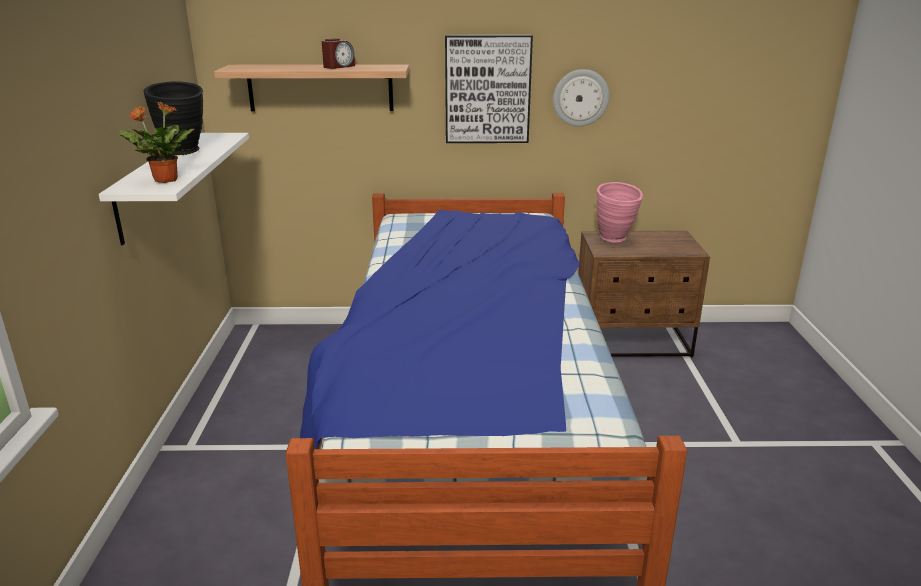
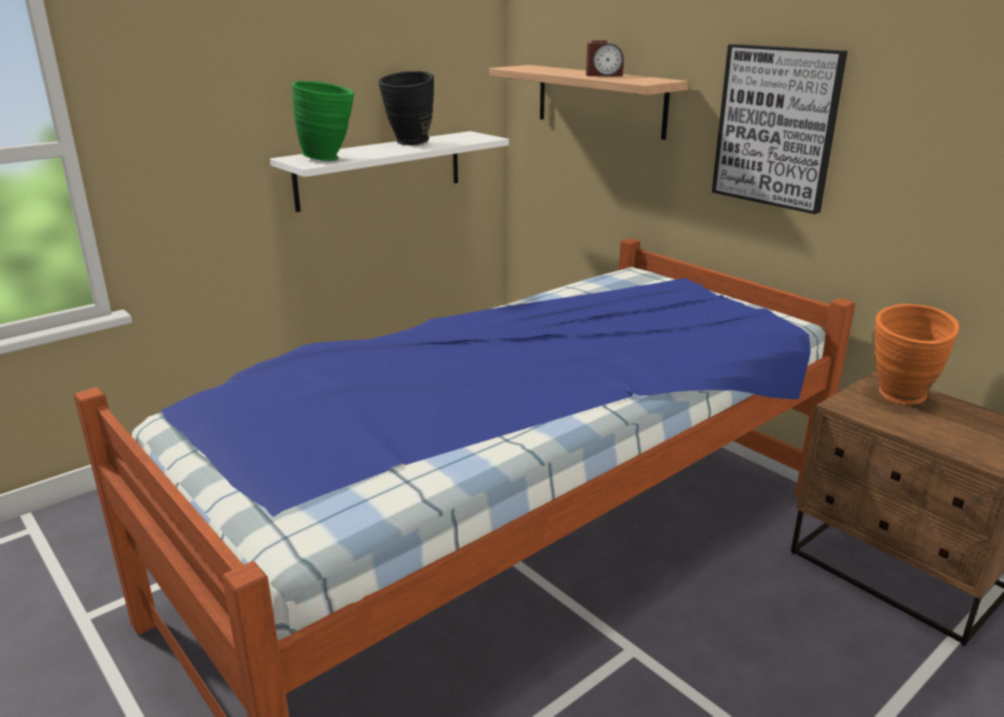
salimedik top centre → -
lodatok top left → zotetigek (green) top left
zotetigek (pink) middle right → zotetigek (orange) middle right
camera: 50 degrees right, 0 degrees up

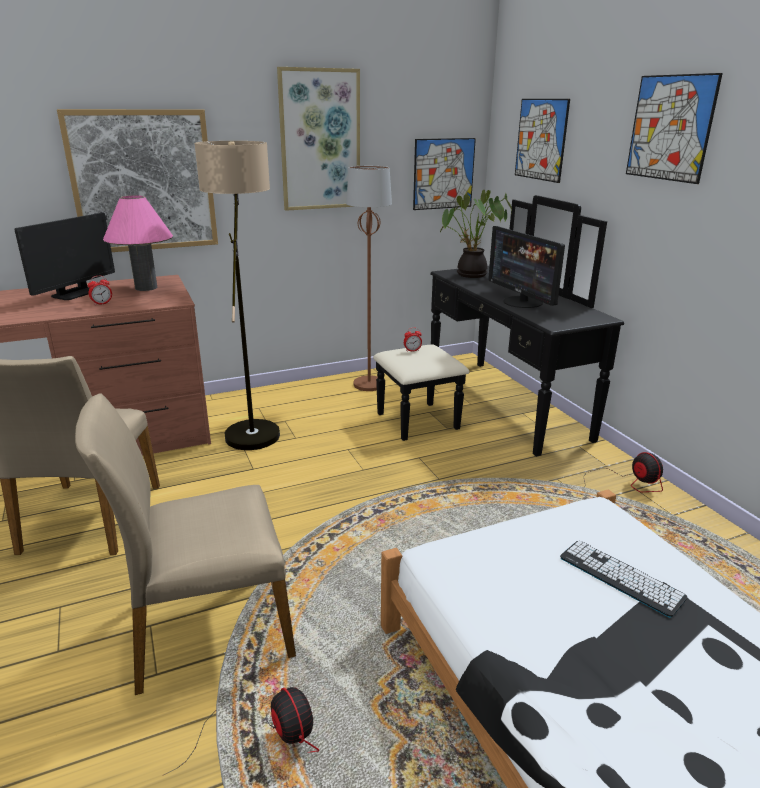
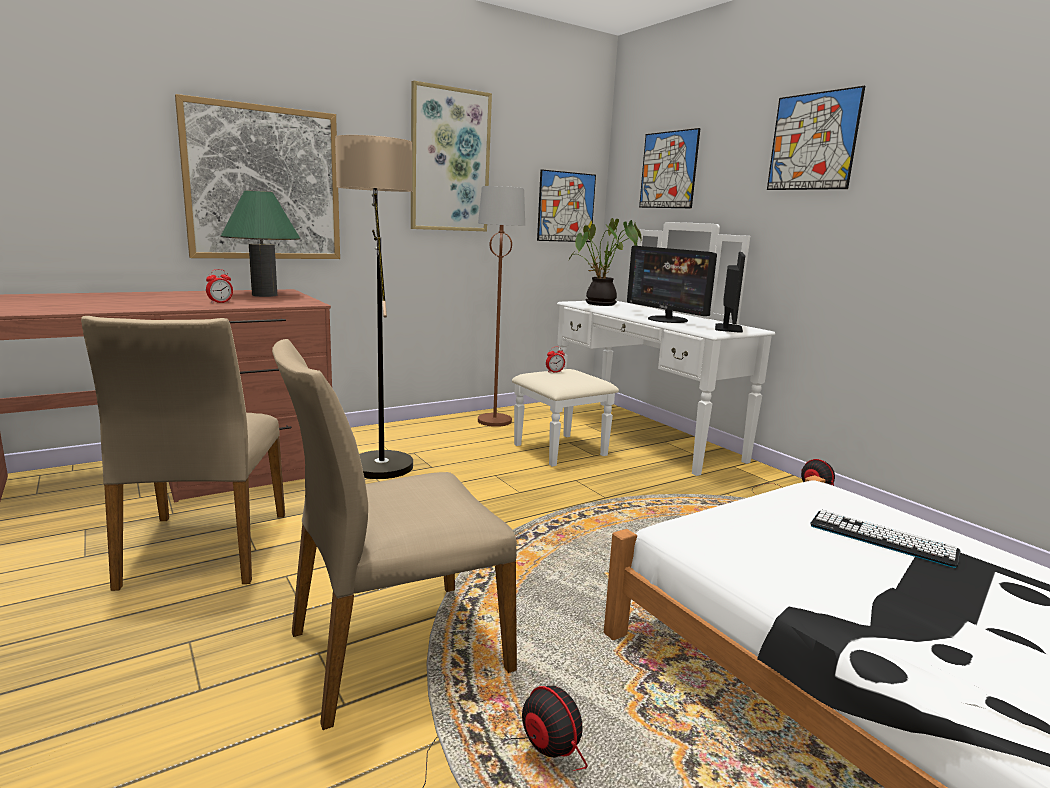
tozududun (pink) top left → tozududun (green) top left
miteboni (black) centre → miteboni (white) centre
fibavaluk (no. 1 from left in the first image) top left → fibavaluk (no. 2 from left) middle right, relocated
camera: 10 degrees left, 10 degrees down

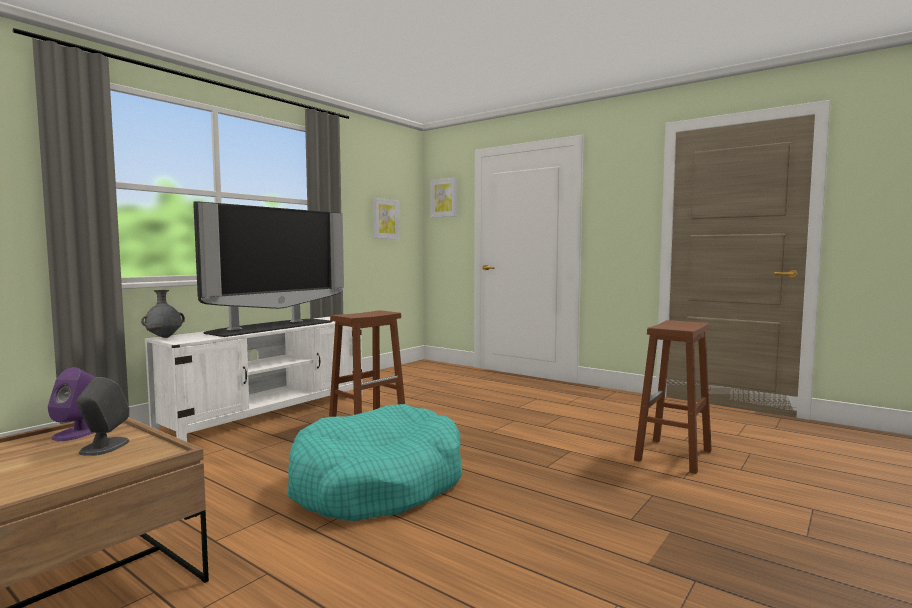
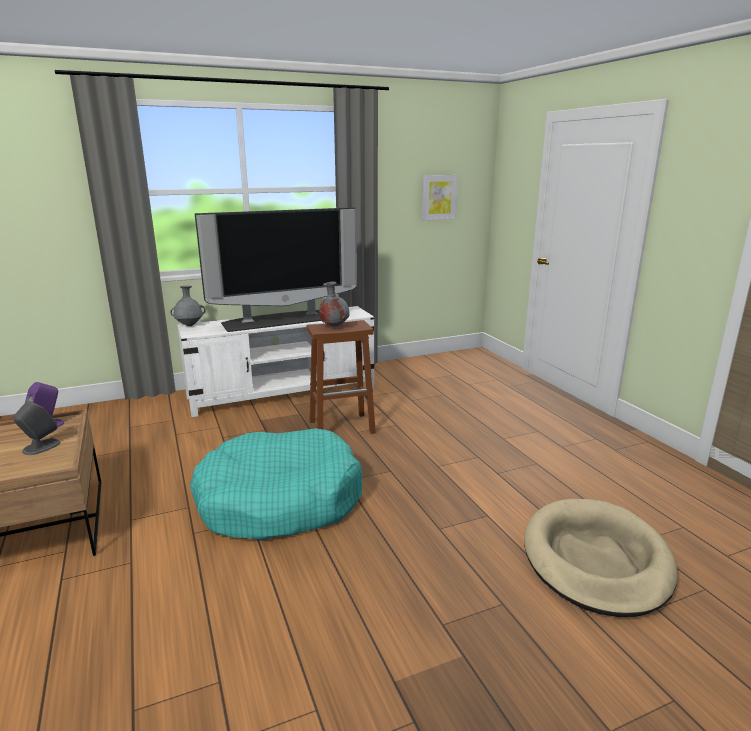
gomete (no. 2 from left) top centre → -
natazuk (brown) (no. 2 from left) middle right → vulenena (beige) bottom right
- → zotetigek (grey) (no. 2 from left) centre
camera: 30 degrees right, 15 degrees up

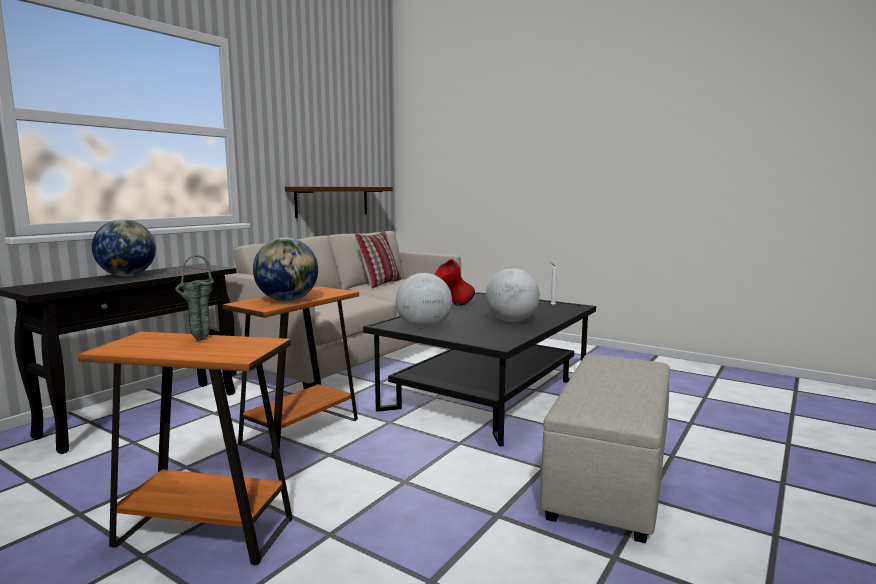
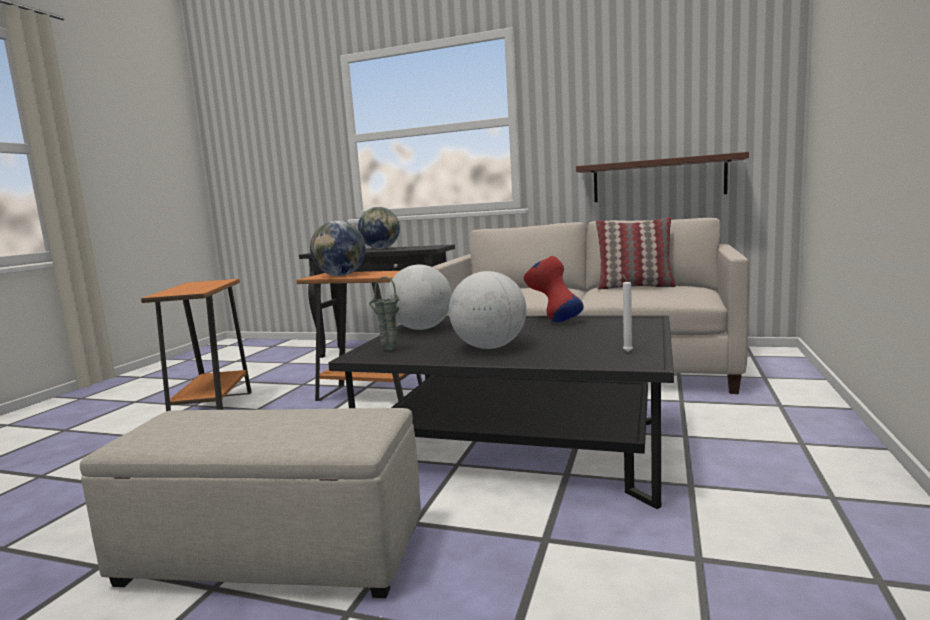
zotetigek (green) middle left → zotetigek (green) centre, relocated
camera: 75 degrees right, 0 degrees up

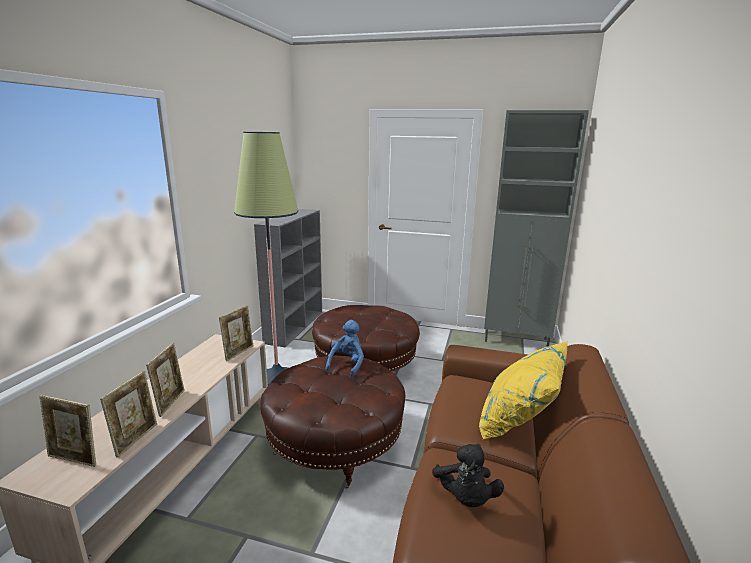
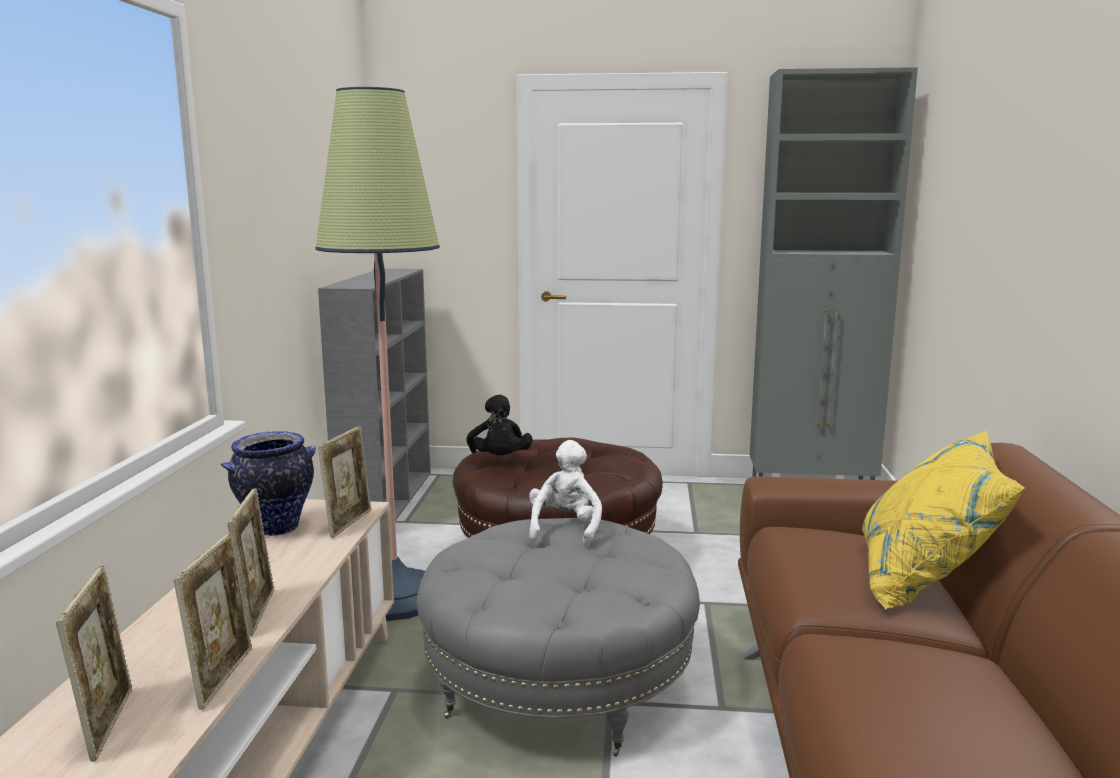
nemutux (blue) centre → nemutux (white) centre
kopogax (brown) (no. 1 from left) bottom centre → kopogax (grey) bottom centre
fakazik (no. 1 from left) bottom left, 105 degrees counterclockwise
nemutux (black) bottom centre → nemutux (black) centre, relocated
- → zotetigek middle left
camera: 10 degrees left, 5 degrees down

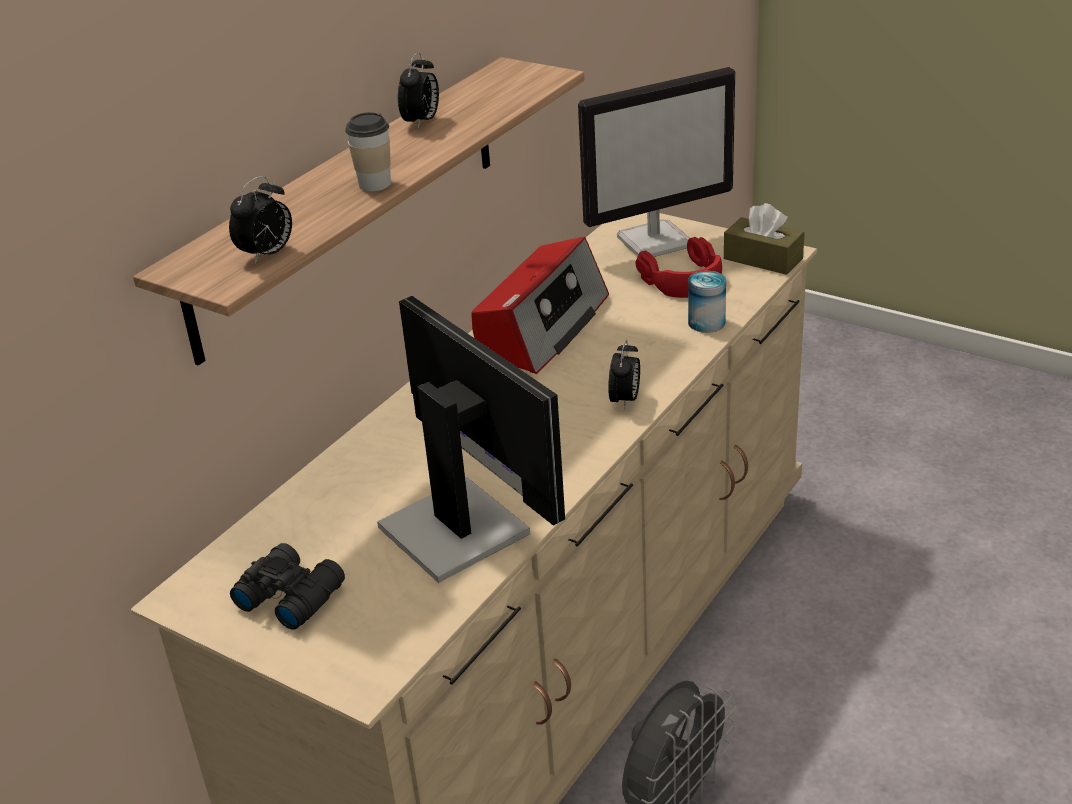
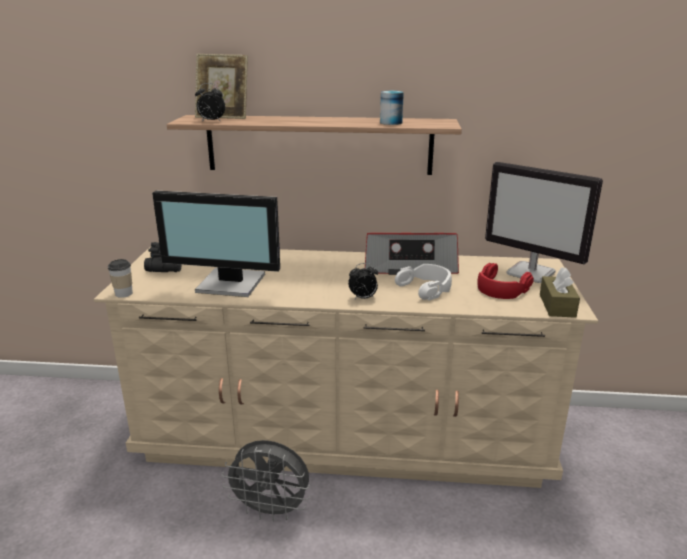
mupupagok (no. 2 from left) top centre → -
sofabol top centre → sofabol middle left, relocated
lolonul centre → lolonul top centre, relocated
fibavaluk (no. 1 from left) centre → fibavaluk (no. 1 from left) middle left, 75 degrees clockwise
- → fakazik top left
- → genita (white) centre
camera: 60 degrees right, 10 degrees down

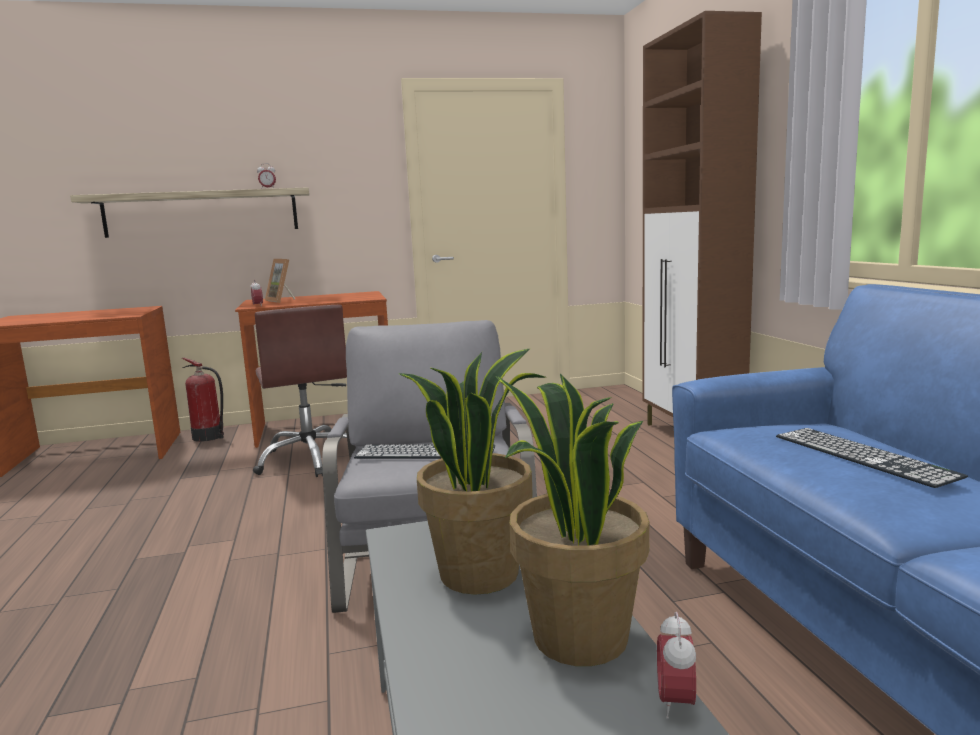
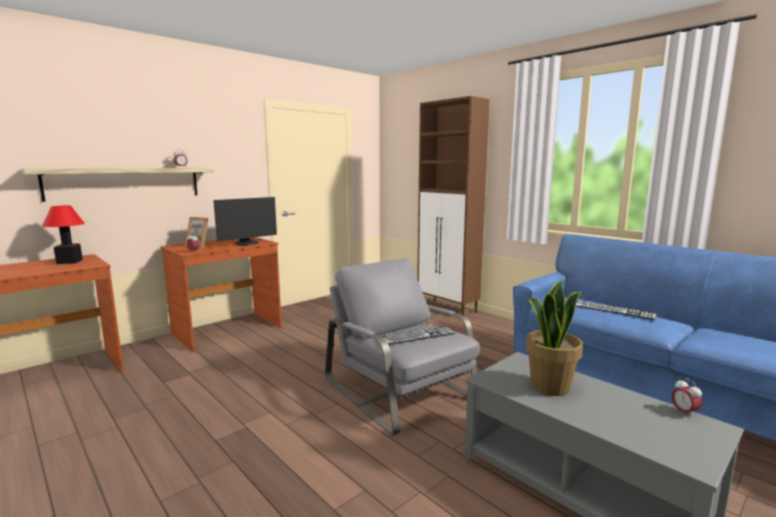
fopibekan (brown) middle left → -
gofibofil middle left → -
lodatok (no. 2 from left) bottom centre → -
- → fibavaluk middle left
- → tozududun middle left
camera: 30 degrees left, 0 degrees up

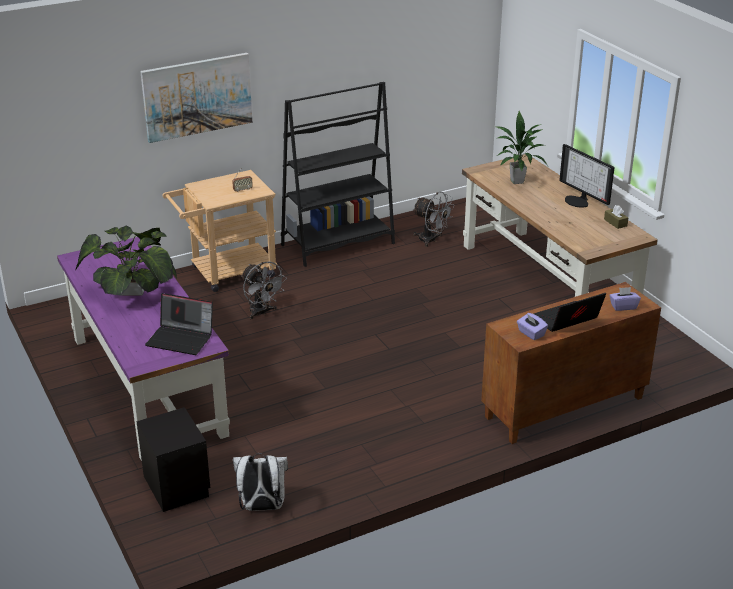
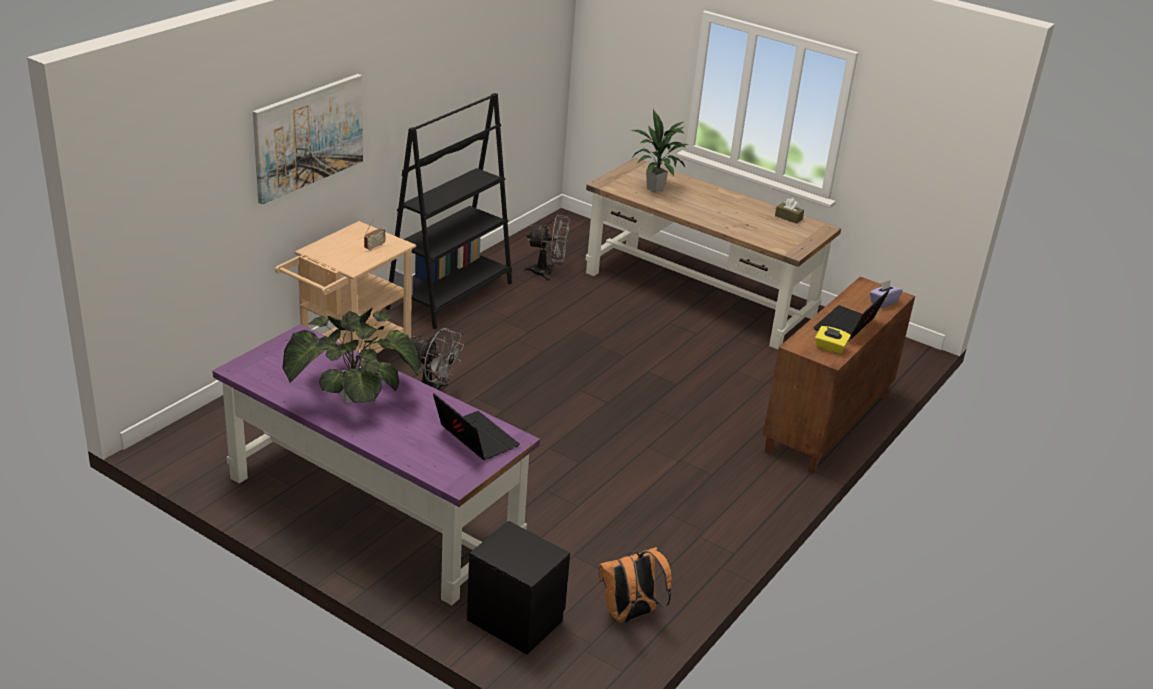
fibavaluk top right → -
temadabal (no. 1 from left) middle left → temadabal (no. 1 from left) centre, 120 degrees counterclockwise
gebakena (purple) (no. 1 from left) middle right → gebakena (yellow) middle right
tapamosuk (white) bottom centre → tapamosuk (orange) bottom centre
camera: 30 degrees left, 0 degrees up

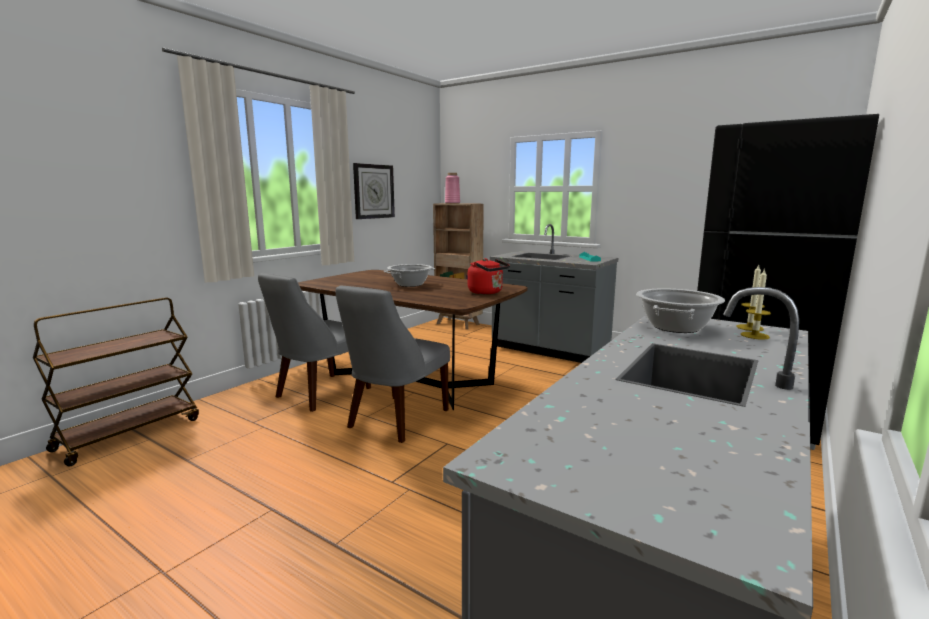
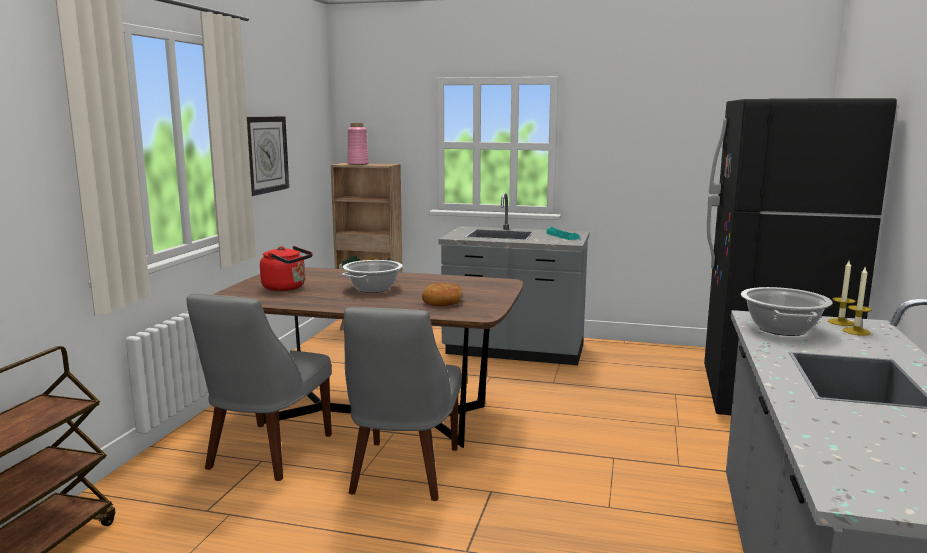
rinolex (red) centre → rinolex (red) middle left, relocated
- → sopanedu centre
camera: 20 degrees left, 0 degrees up

